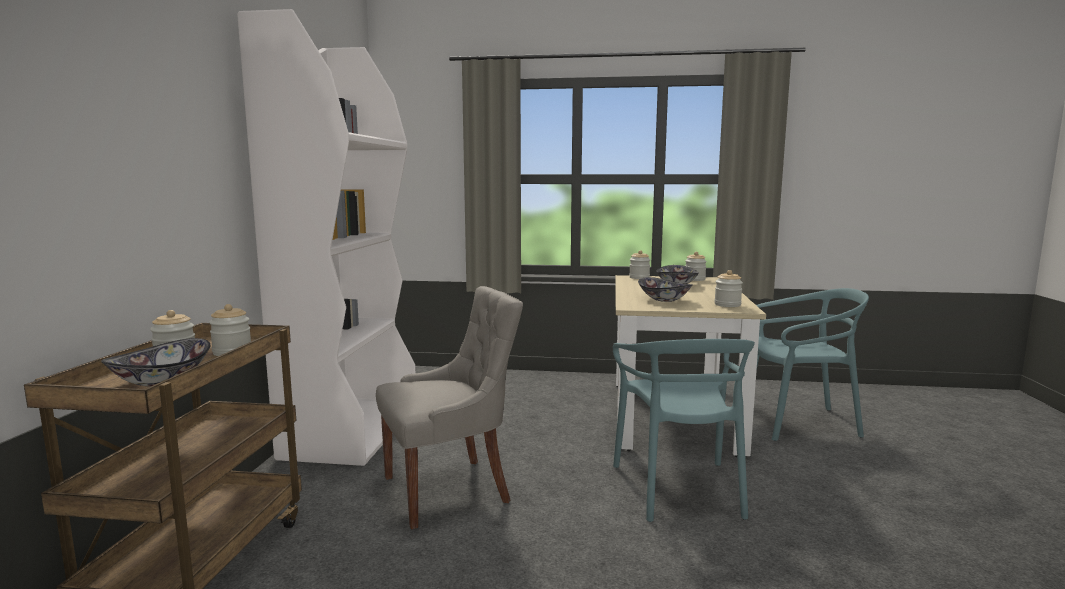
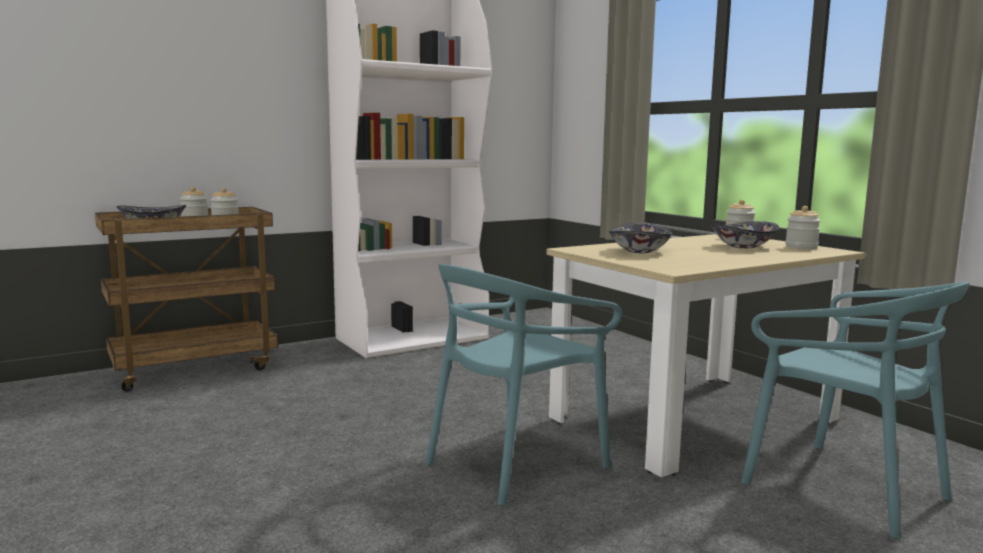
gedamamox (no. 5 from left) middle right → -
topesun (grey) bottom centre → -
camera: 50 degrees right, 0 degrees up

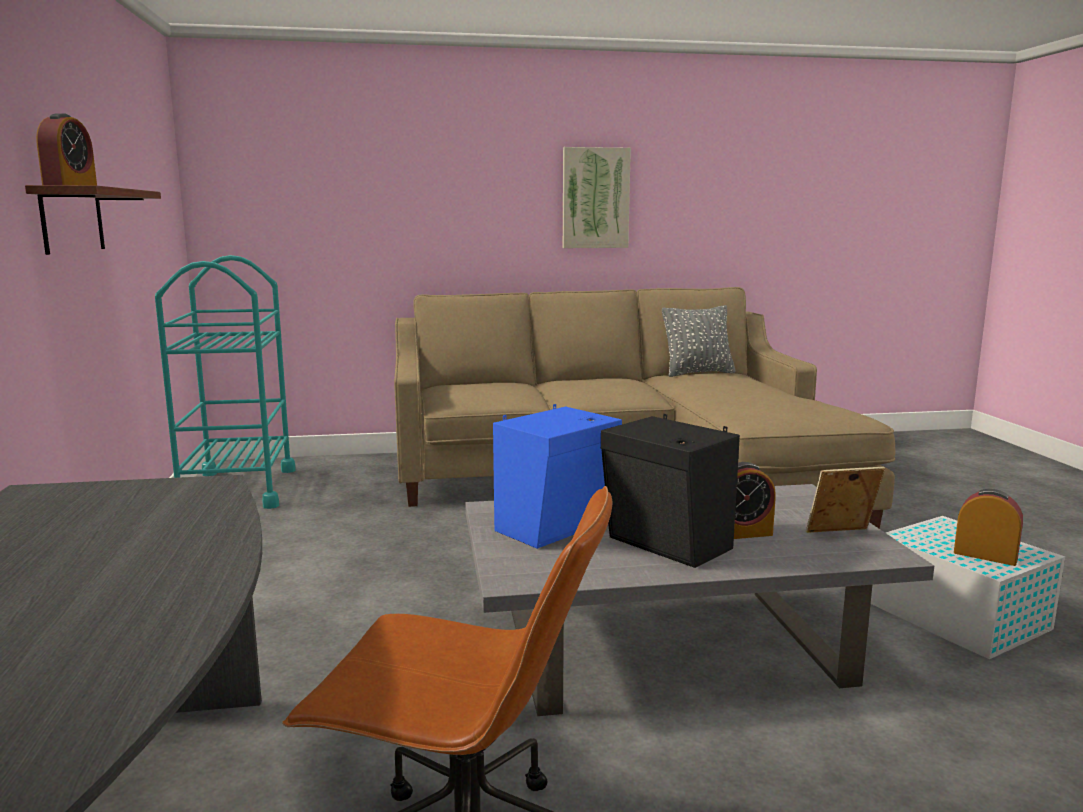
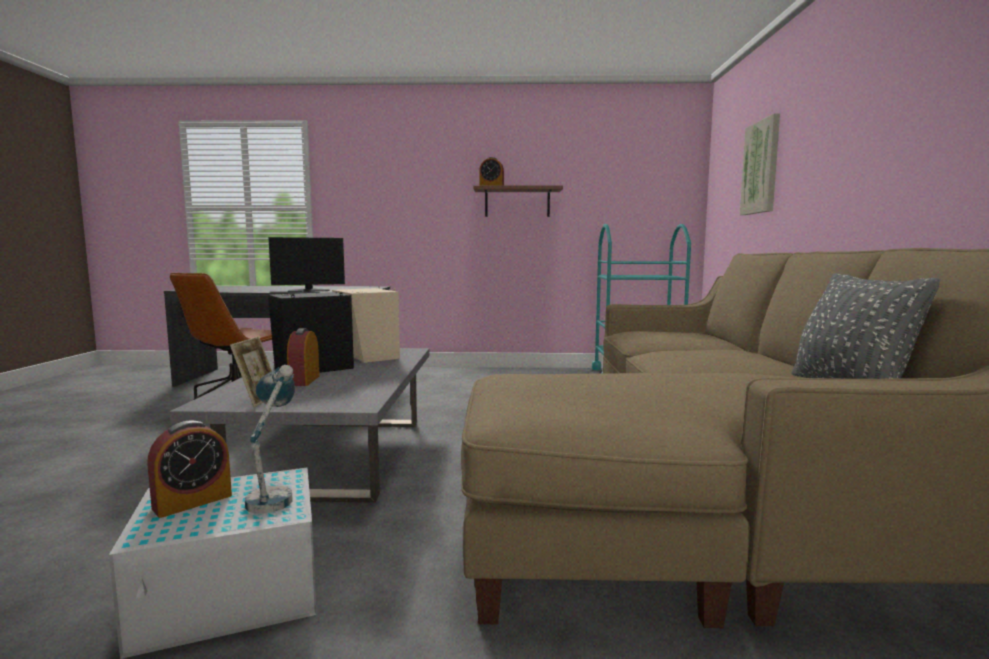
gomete top centre → gomete top right, relocated
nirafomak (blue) centre → nirafomak (beige) centre
- → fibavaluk middle left
- → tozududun middle left
camera: 100 degrees right, 5 degrees down

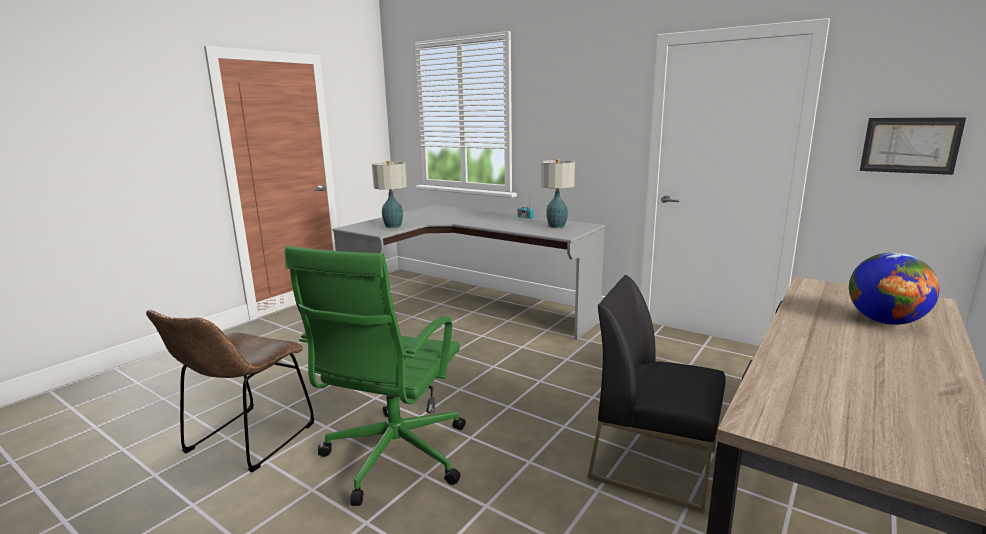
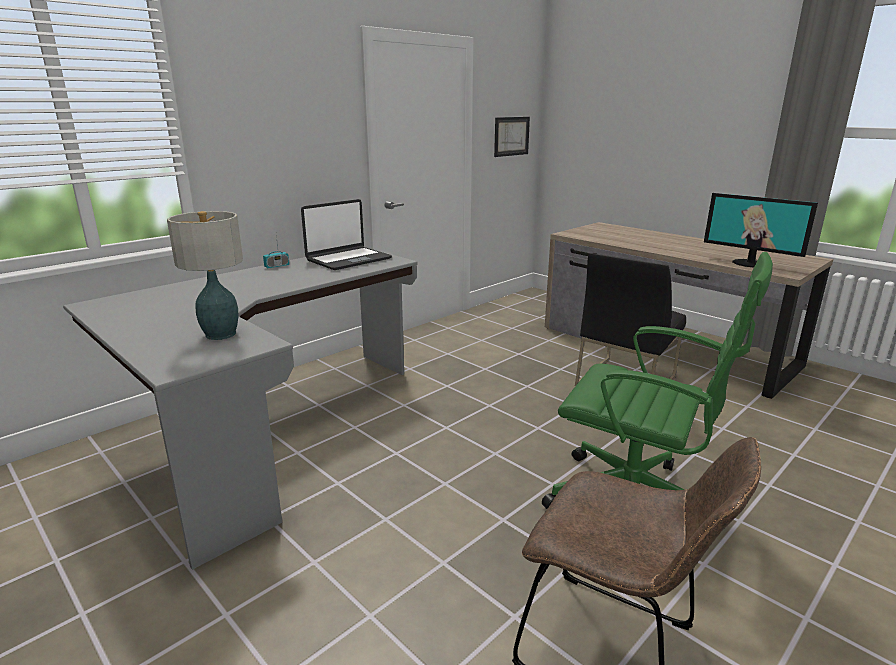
tozududun (no. 2 from left) centre → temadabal centre
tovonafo middle right → -
- → fibavaluk middle right
camera: 80 degrees left, 5 degrees up

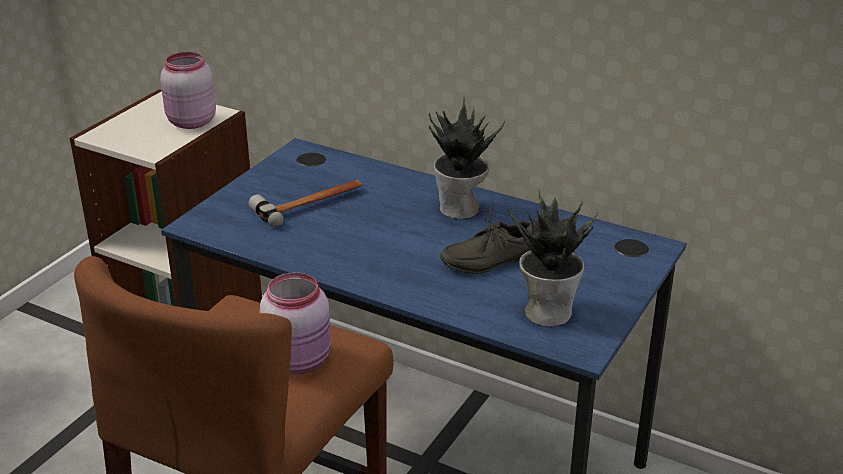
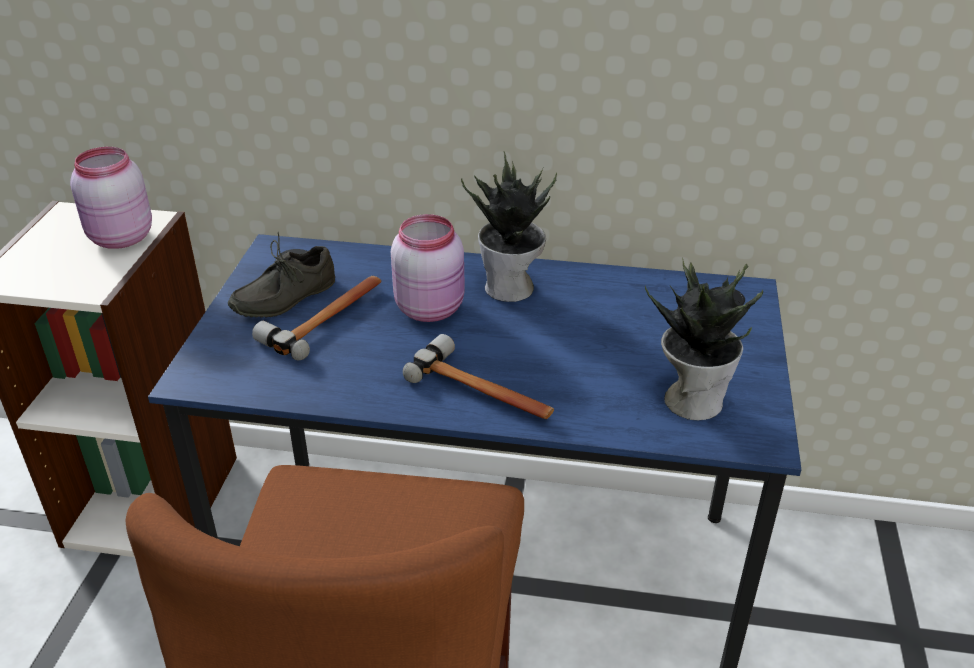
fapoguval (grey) centre → fapoguval (grey) middle left, relocated
gedamamox (pink) (no. 2 from left) bottom centre → gedamamox (pink) (no. 2 from left) centre, relocated
- → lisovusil (no. 2 from left) centre
camera: 20 degrees left, 5 degrees up

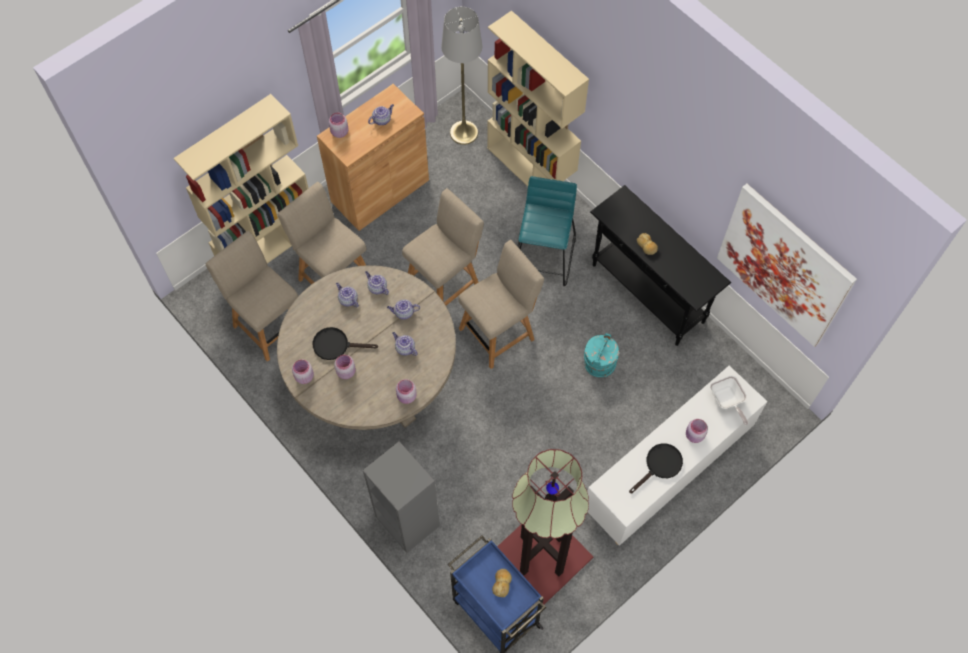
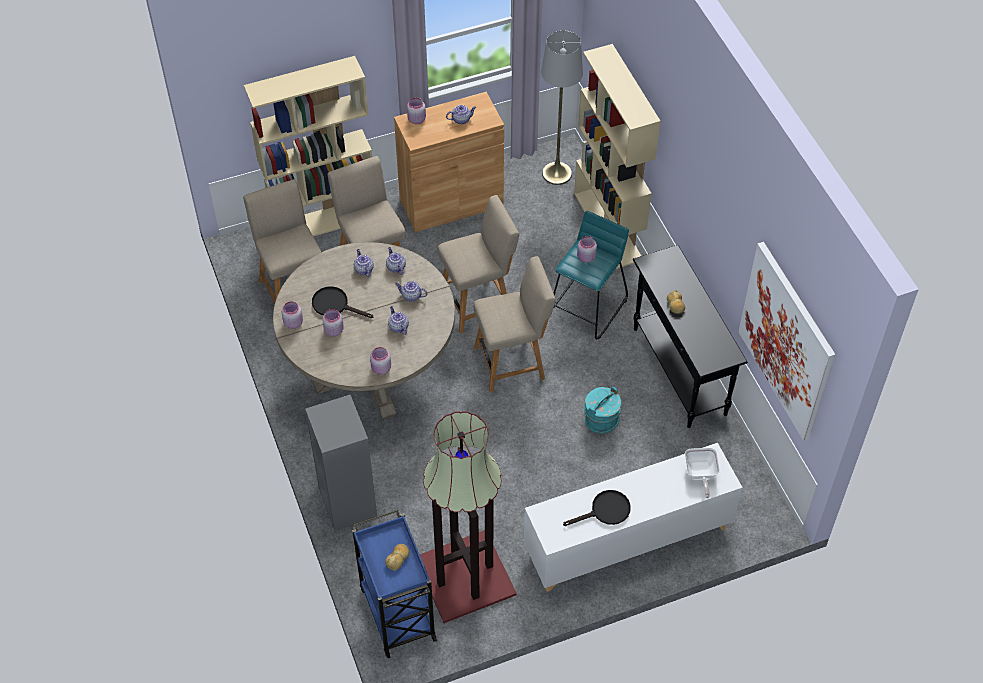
gedamamox (pink) (no. 5 from left) middle right → gedamamox (pink) (no. 5 from left) centre, relocated
camera: 20 degrees right, 10 degrees down

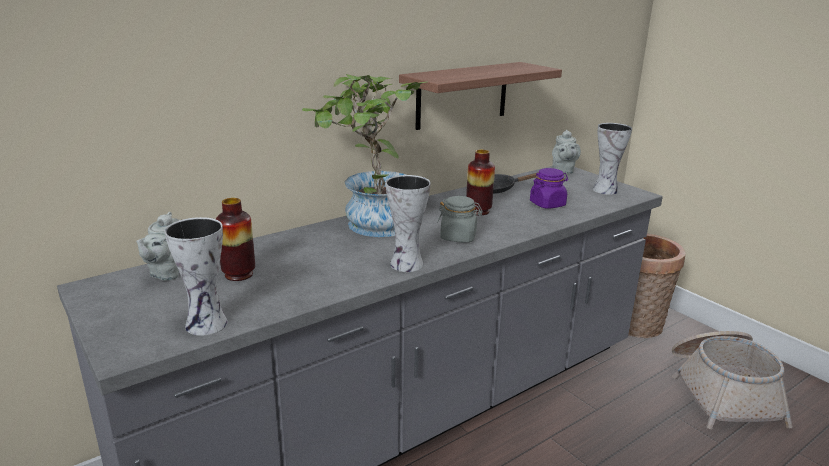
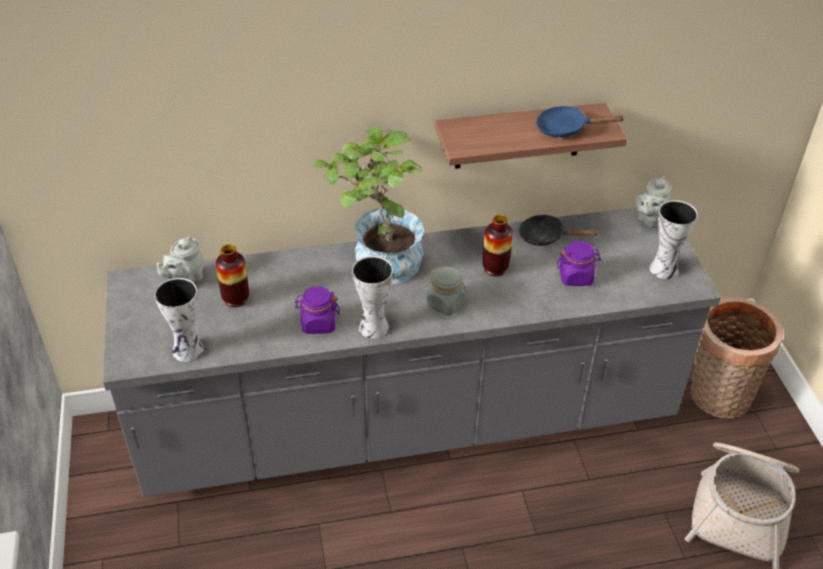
- → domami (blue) top right
- → gedamamox (purple) (no. 1 from left) centre
camera: 25 degrees right, 20 degrees up

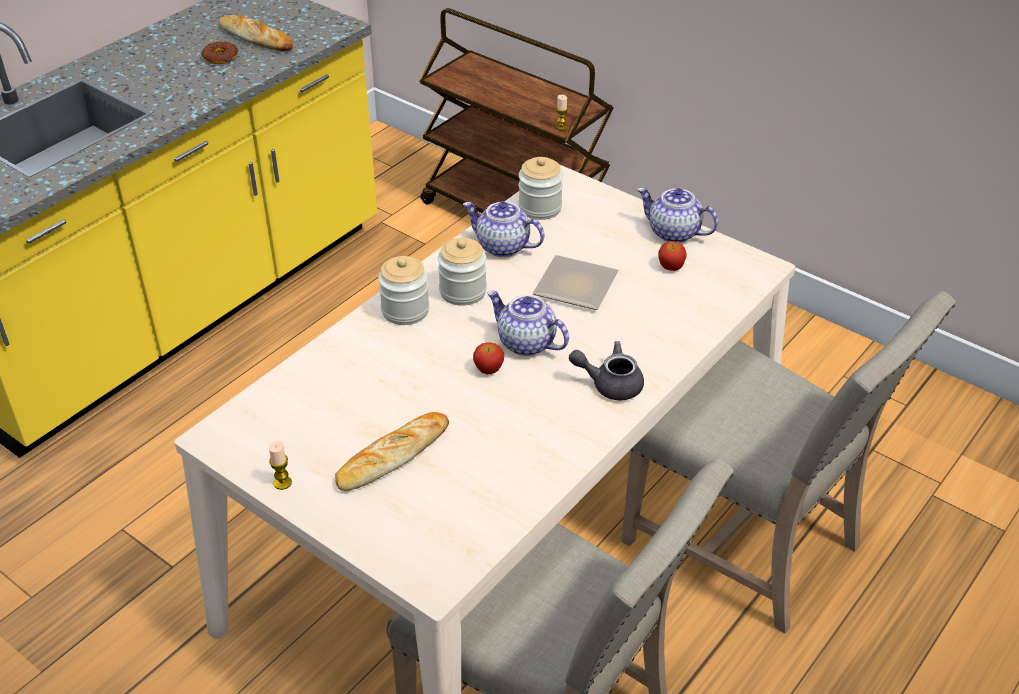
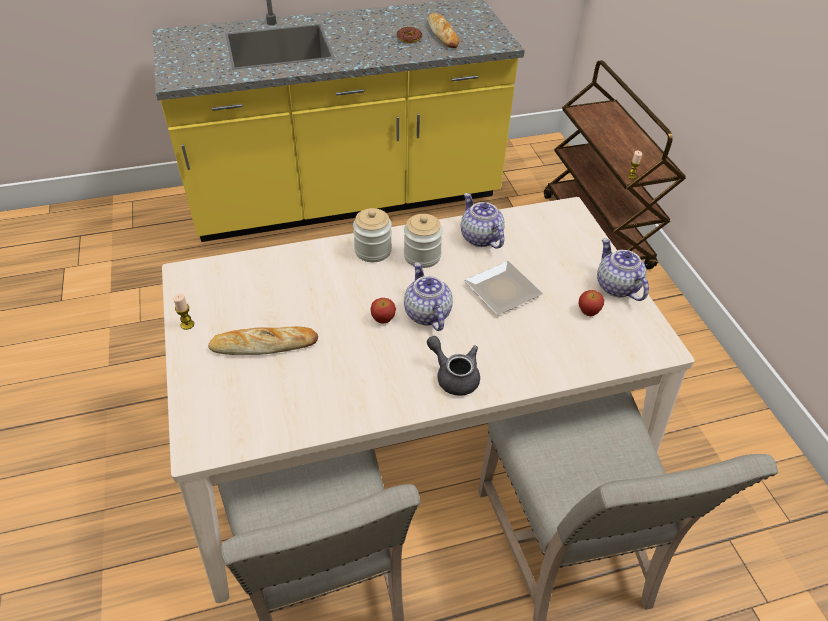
gedamamox (no. 3 from left) top centre → -
camera: 35 degrees right, 5 degrees up

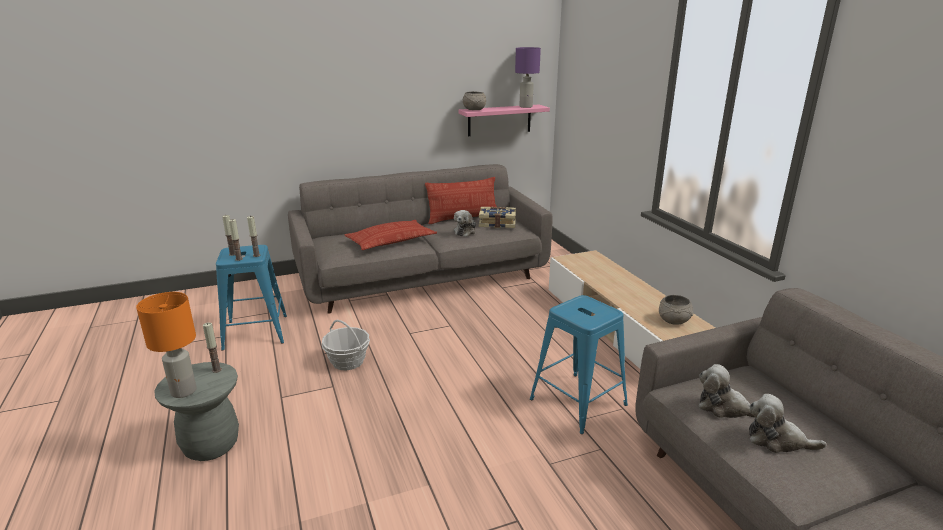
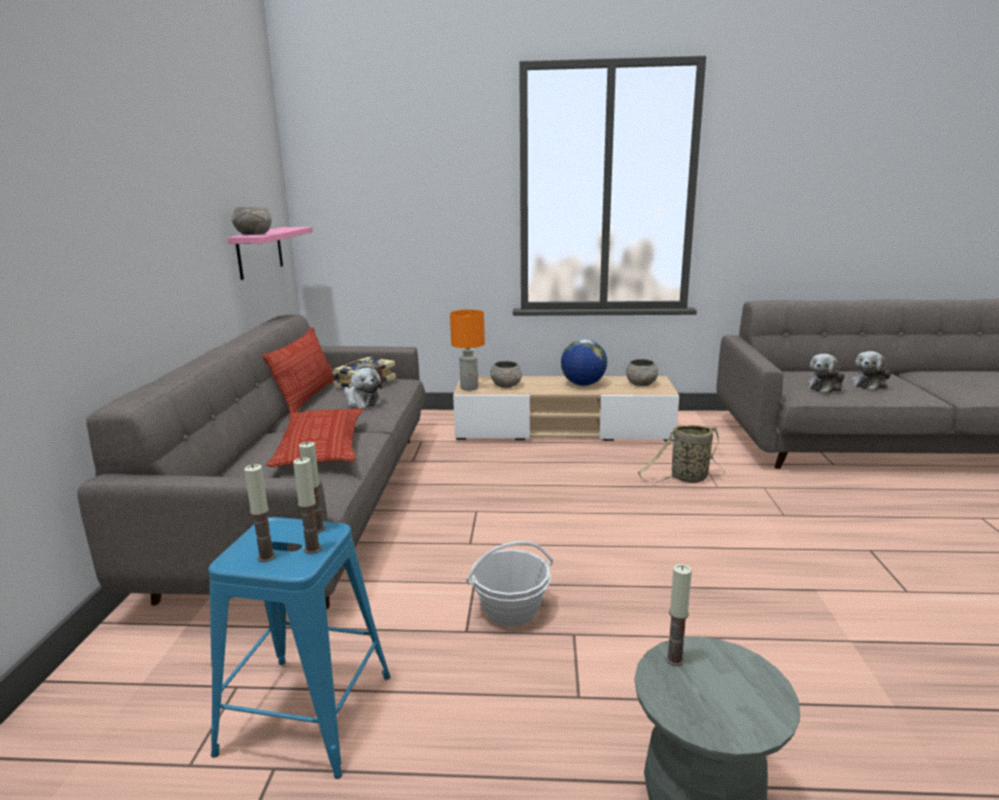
tozududun (purple) top centre → -
tozududun (orange) middle left → tozududun (orange) centre, relocated
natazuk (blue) (no. 2 from left) bottom centre → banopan (no. 2 from left) middle right
- → tovonafo centre
- → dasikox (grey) (no. 2 from left) centre
camera: 65 degrees left, 5 degrees down

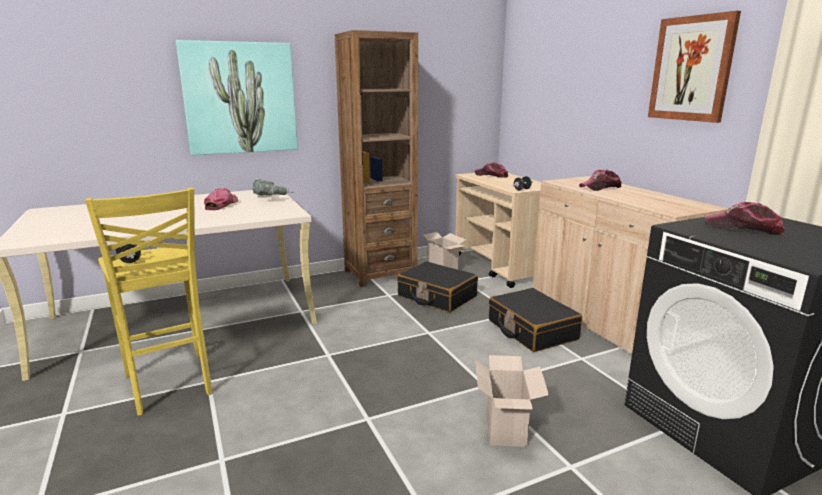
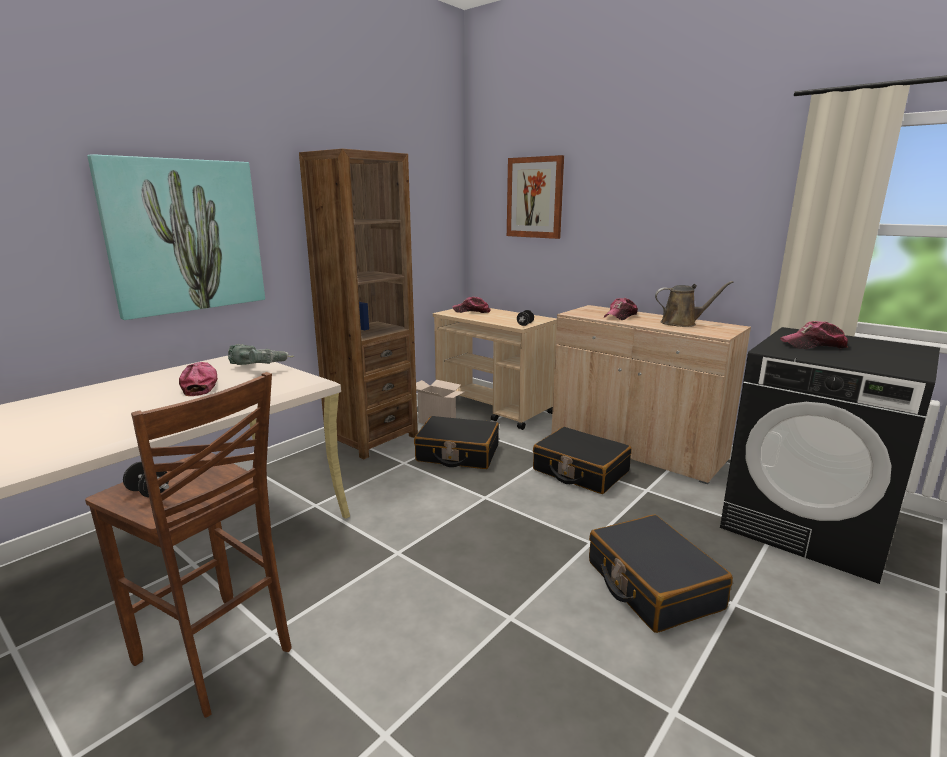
gomete (no. 2 from left) top right → gomete (no. 2 from left) top centre, relocated
natazuk (yellow) middle left → natazuk (brown) bottom left
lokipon (no. 2 from left) bottom centre → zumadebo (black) (no. 3 from left) bottom right
- → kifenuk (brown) middle right
camera: 25 degrees left, 0 degrees up

